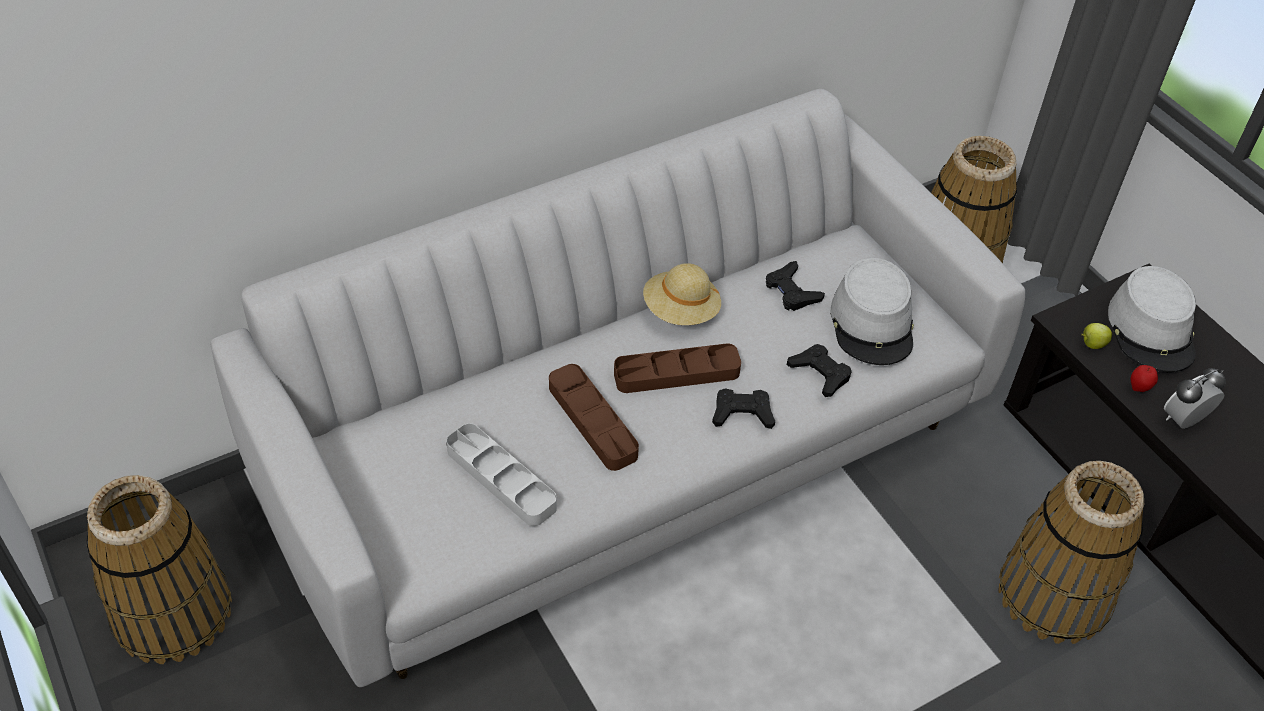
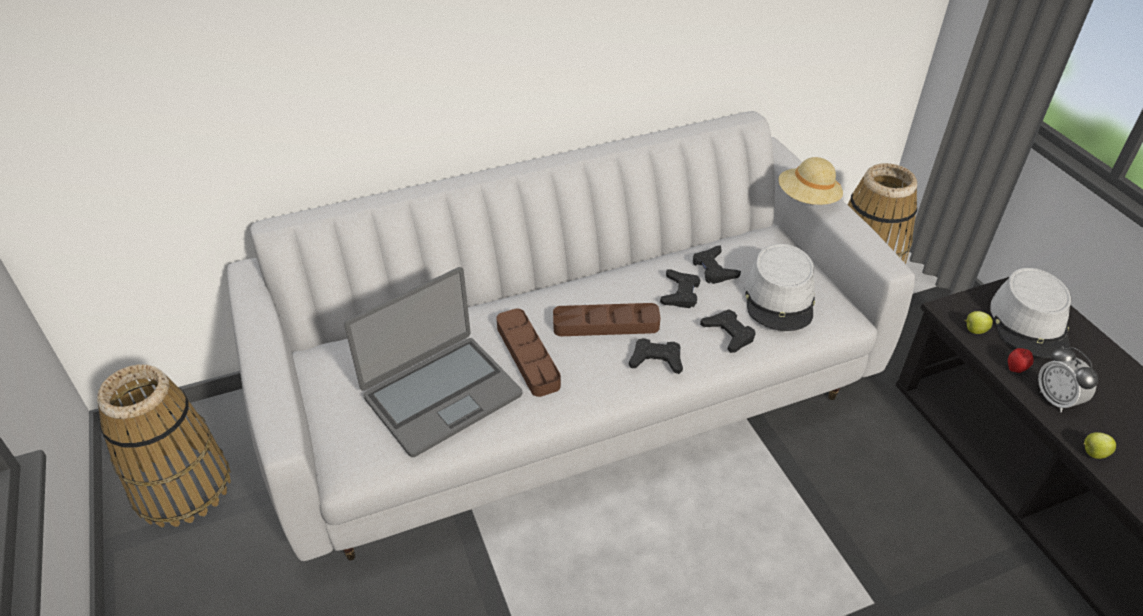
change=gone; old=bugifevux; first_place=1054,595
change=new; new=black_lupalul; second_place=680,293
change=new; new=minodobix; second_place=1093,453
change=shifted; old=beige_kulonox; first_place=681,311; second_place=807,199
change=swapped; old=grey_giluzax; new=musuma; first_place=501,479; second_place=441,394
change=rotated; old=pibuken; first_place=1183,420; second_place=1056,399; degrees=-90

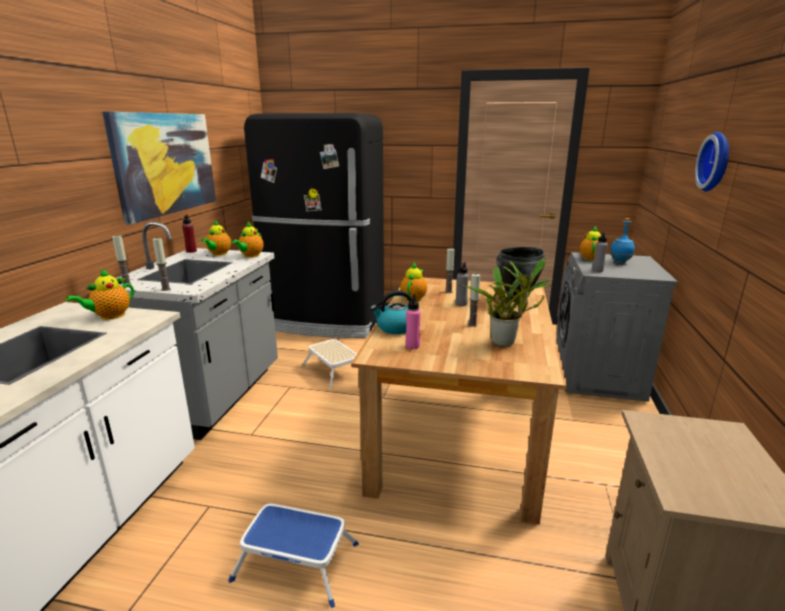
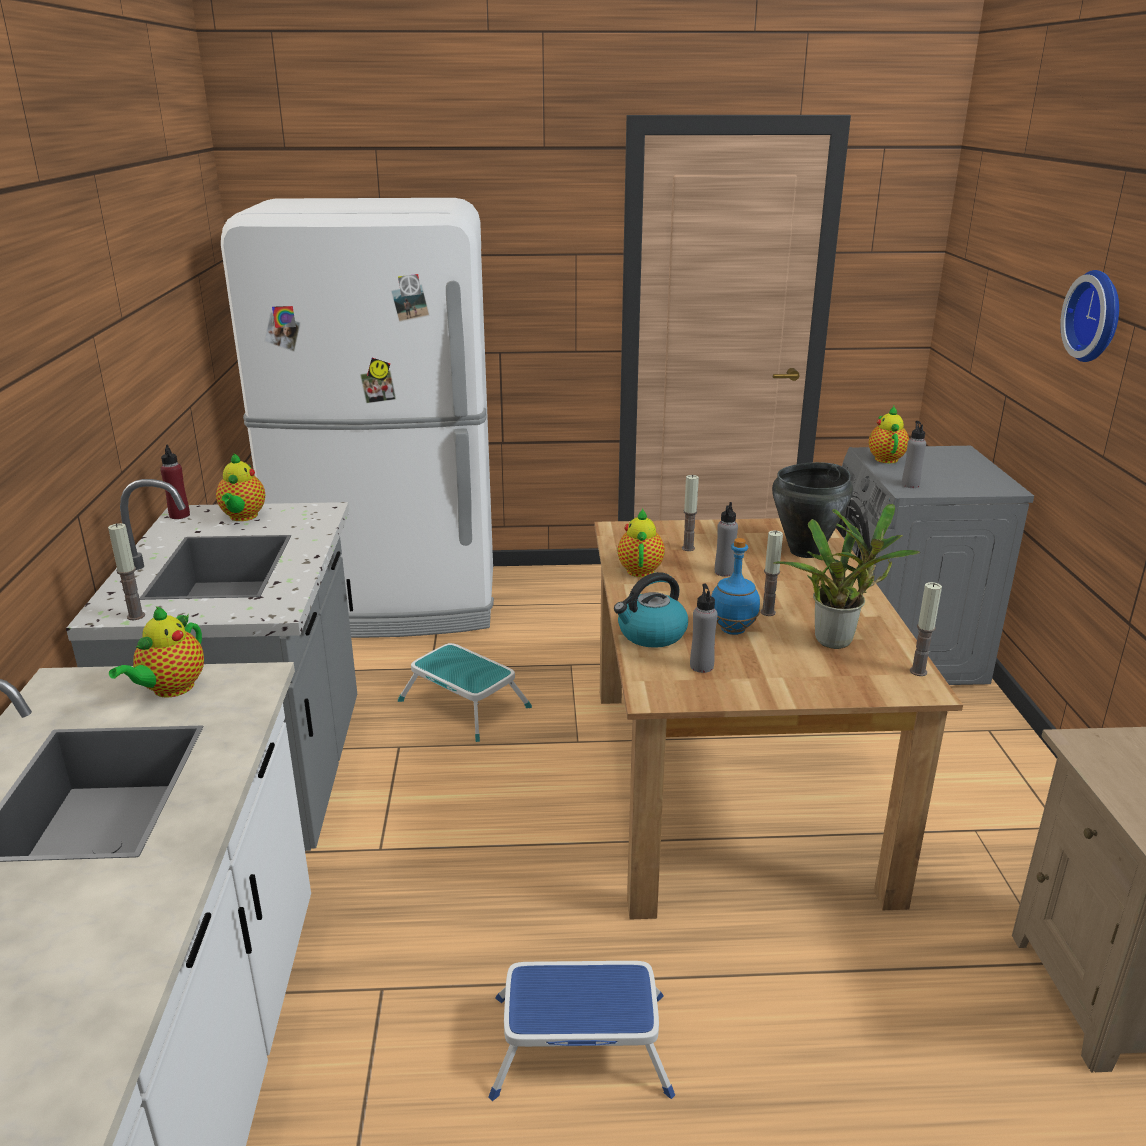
change=gone; old=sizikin; first_place=166,163
change=gone; old=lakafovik; first_place=250,256
change=shifted; old=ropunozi; first_place=166,289; second_place=918,671
change=shifted; old=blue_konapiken; first_place=619,262; second_place=732,630
change=repainted; old=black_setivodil; new=white_setivodil; first_place=325,321; second_place=391,601
change=repainted; old=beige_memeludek; new=turquoise_memeludek; first_place=334,371; second_place=463,704
change=repainted; old=pink_konapiken; new=grey_konapiken; first_place=412,346; second_place=701,666

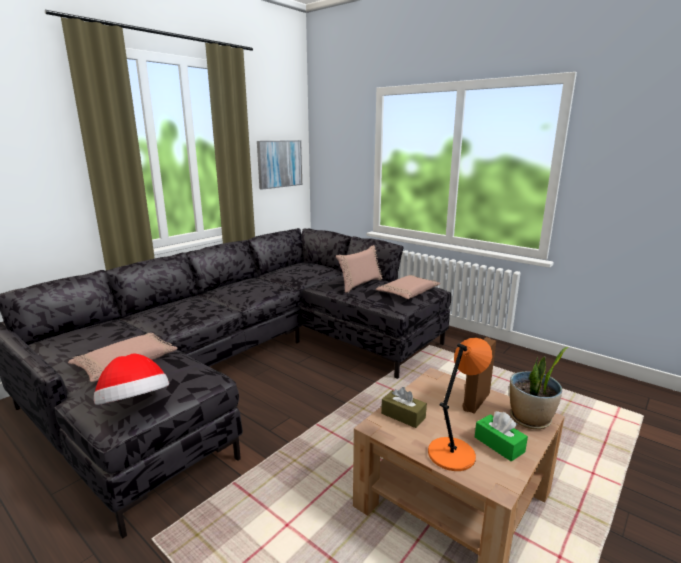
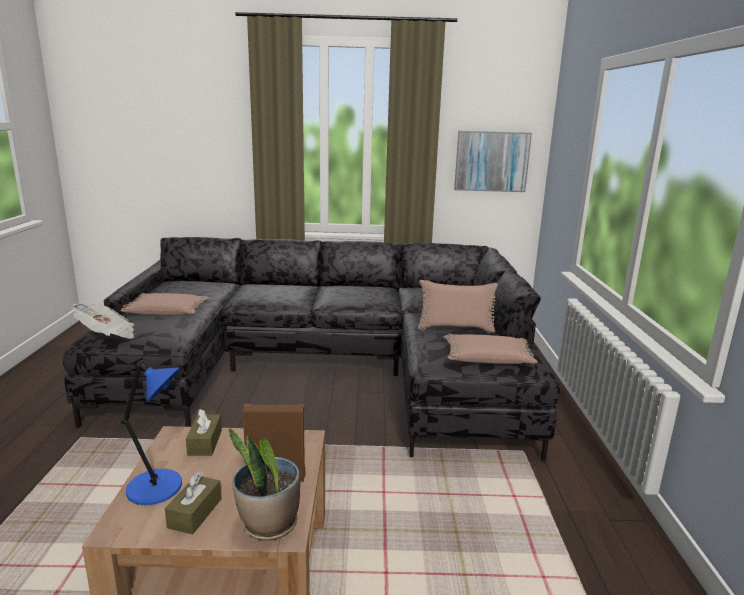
change=swapped; old=kulonox; new=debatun; first_place=135,405; second_place=107,335
change=repainted; old=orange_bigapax; new=blue_bigapax; first_place=453,453; second_place=158,488
change=repainted; old=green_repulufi; new=brown_repulufi; first_place=499,444; second_place=195,513

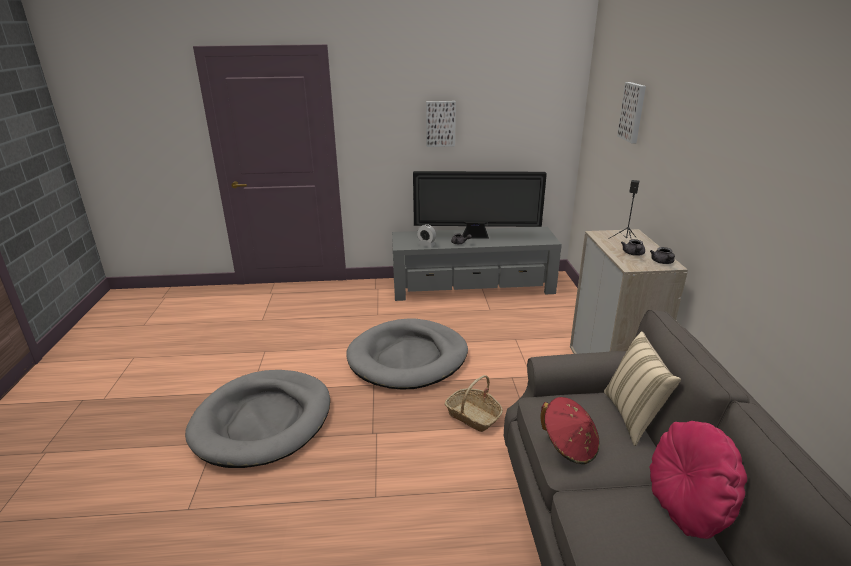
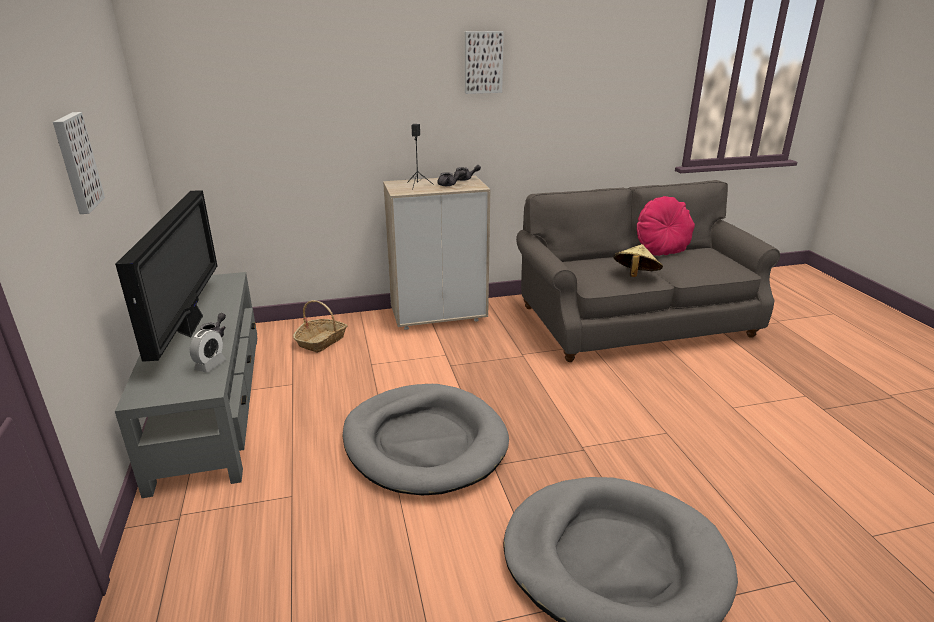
change=gone; old=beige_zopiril; first_place=633,416
change=shifted; old=bugifevux; first_place=473,416; second_place=322,341
change=shifted; old=sizikin; first_place=633,112; second_place=483,62
change=repainted; old=red_kulonox; new=beige_kulonox; first_place=569,445; second_place=635,276

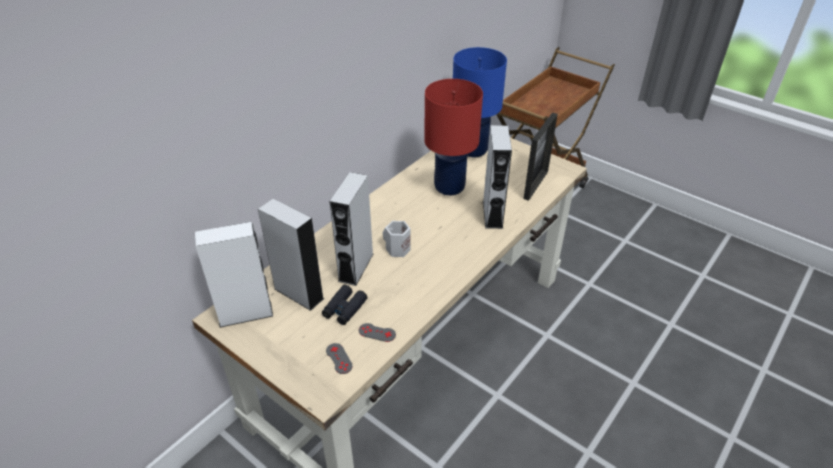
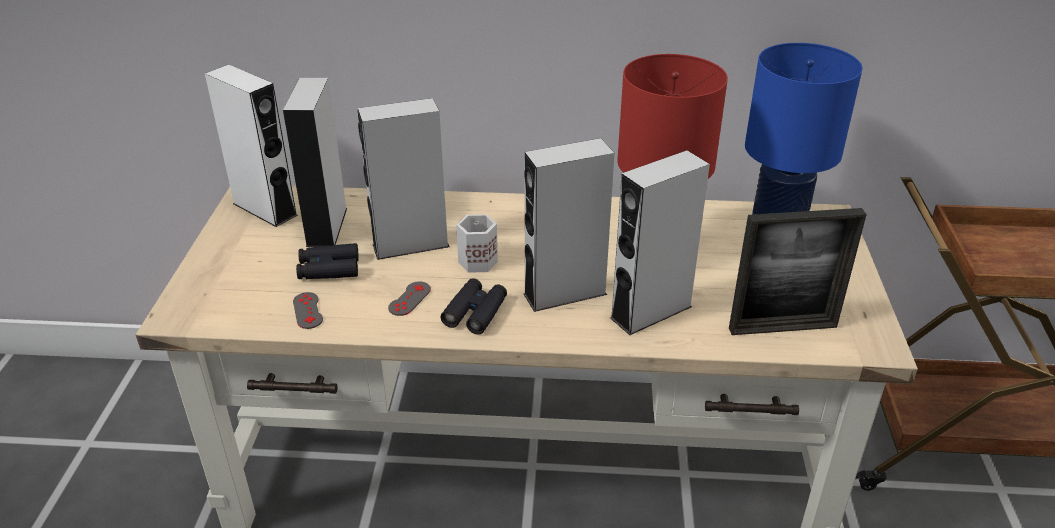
change=new; new=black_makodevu; second_place=475,312
change=new; new=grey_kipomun; second_place=565,294
change=shifted; old=grey_lupalul; first_place=339,358; second_place=409,299

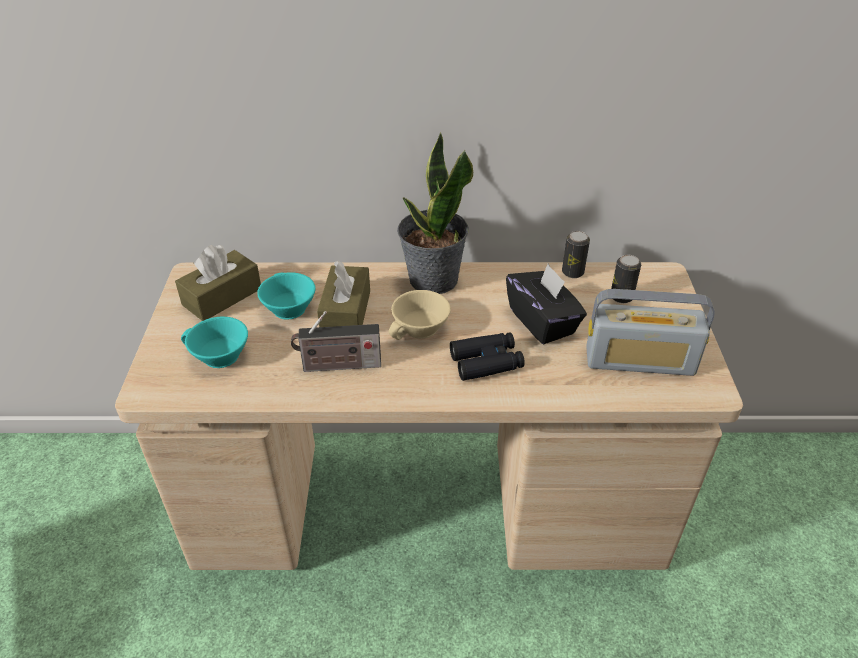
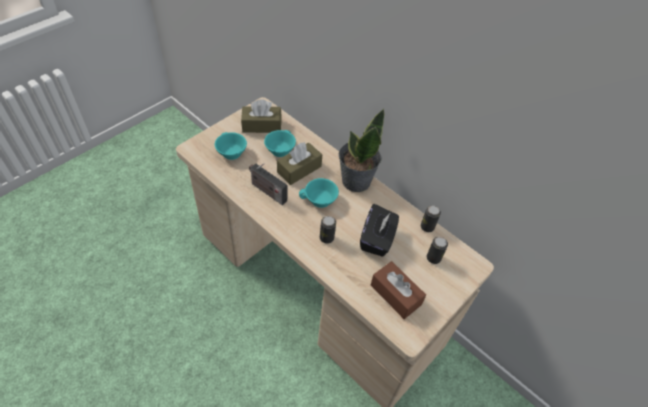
change=swapped; old=black_makodevu; new=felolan; first_place=486,362; second_place=326,238
change=swapped; old=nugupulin; new=brown_repulufi; first_place=639,361; second_place=395,294
change=repainted; old=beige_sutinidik; new=turquoise_sutinidik; first_place=421,329; second_place=319,201

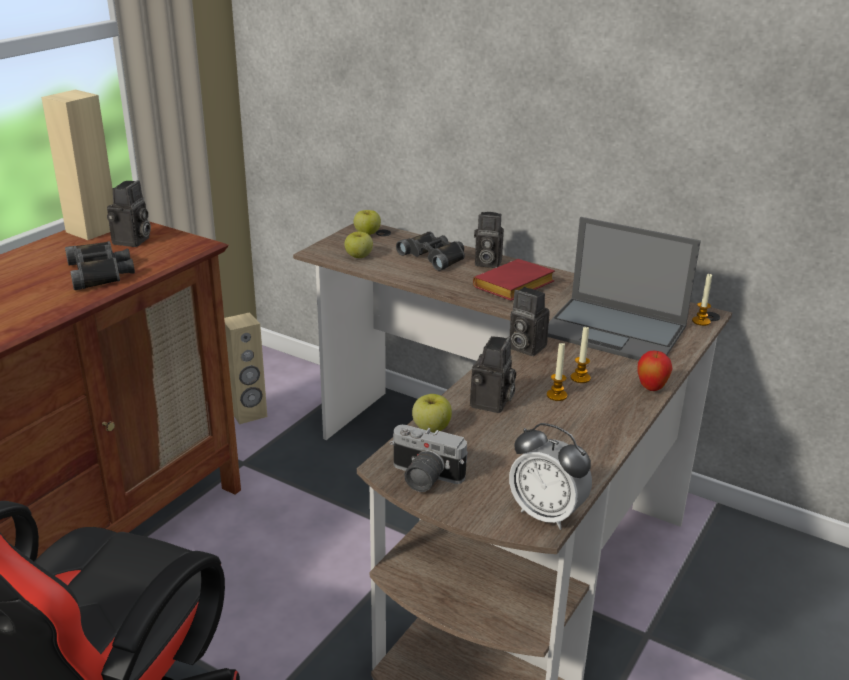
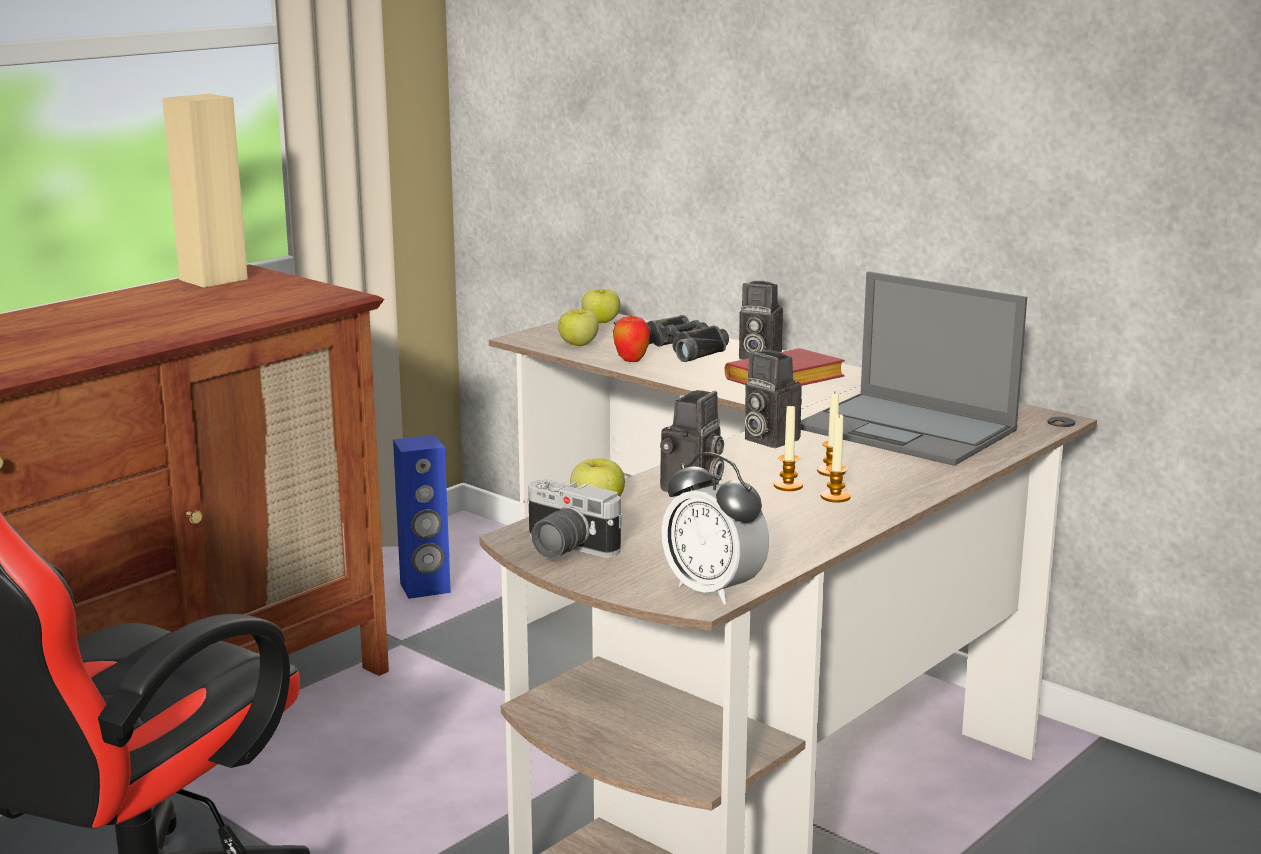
change=gone; old=black_makodevu; first_place=100,272
change=gone; old=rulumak; first_place=132,241
change=shifted; old=minodobix; first_place=651,388; second_place=631,361
change=shifted; old=ropunozi; first_place=701,321; second_place=835,497
change=repainted; old=beige_kipomun; new=blue_kipomun; first_place=249,414; second_place=425,588

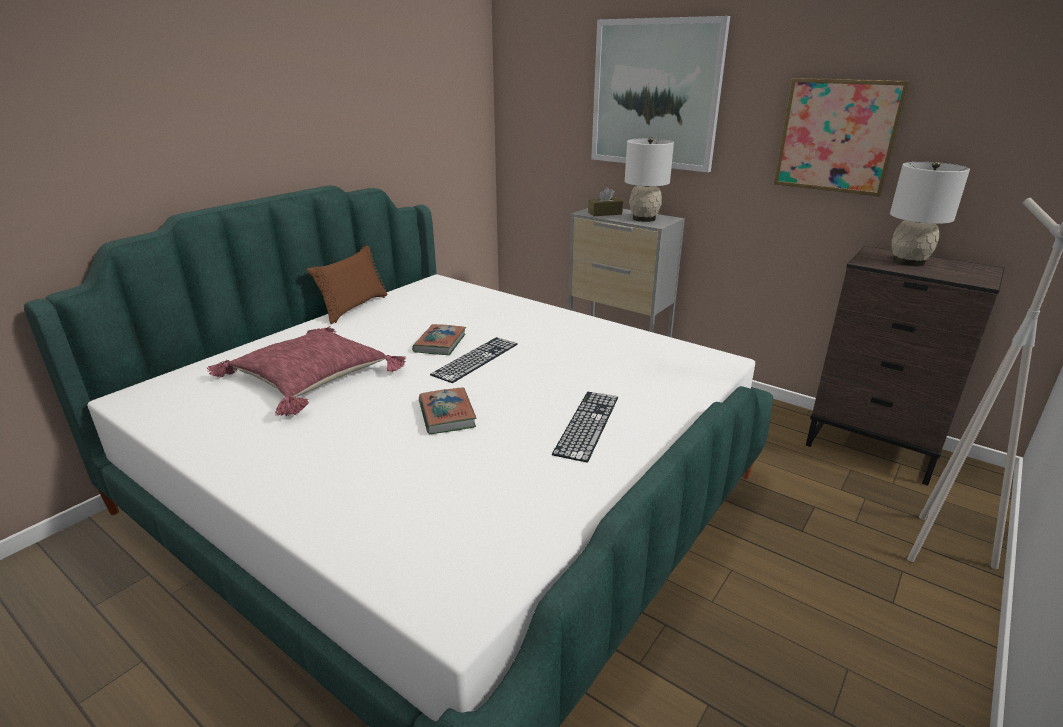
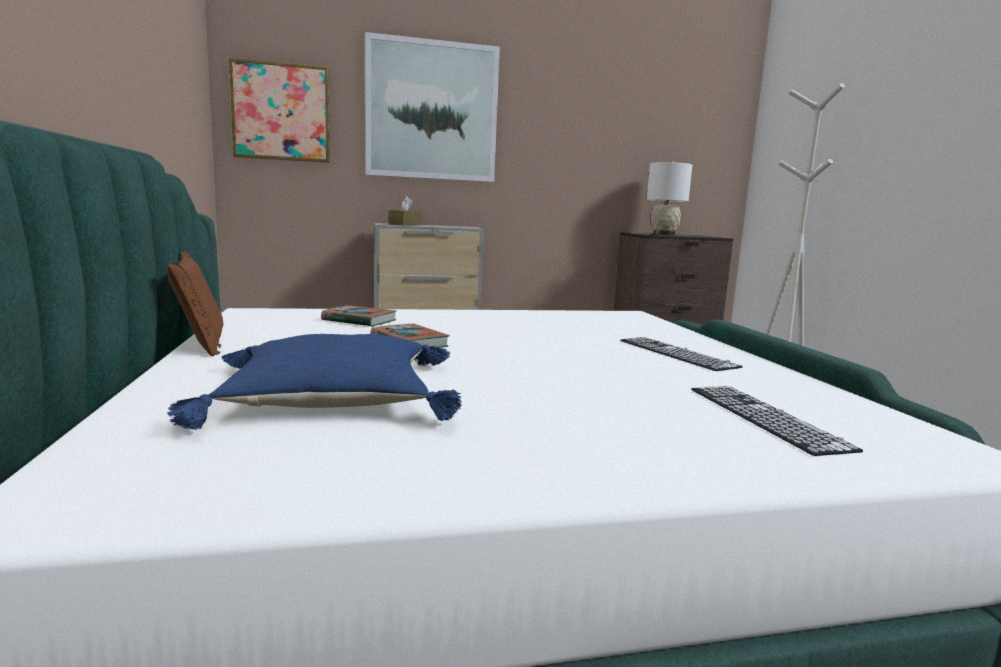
change=gone; old=white_bigapax; first_place=643,219
change=shifted; old=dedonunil; first_place=447,415; second_place=359,321
change=shifted; old=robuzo; first_place=475,359; second_place=764,417
change=shifted; old=sizikin; first_place=837,136; second_place=281,112
change=repainted; old=red_zopiril; new=blue_zopiril; first_place=310,374; second_place=335,393

